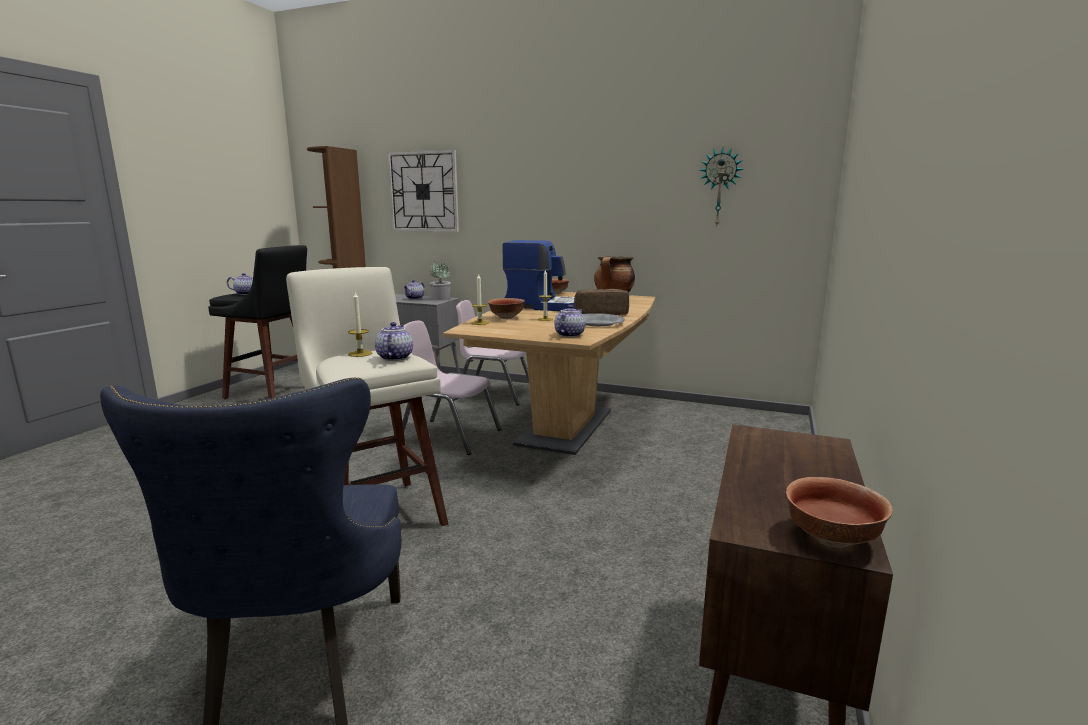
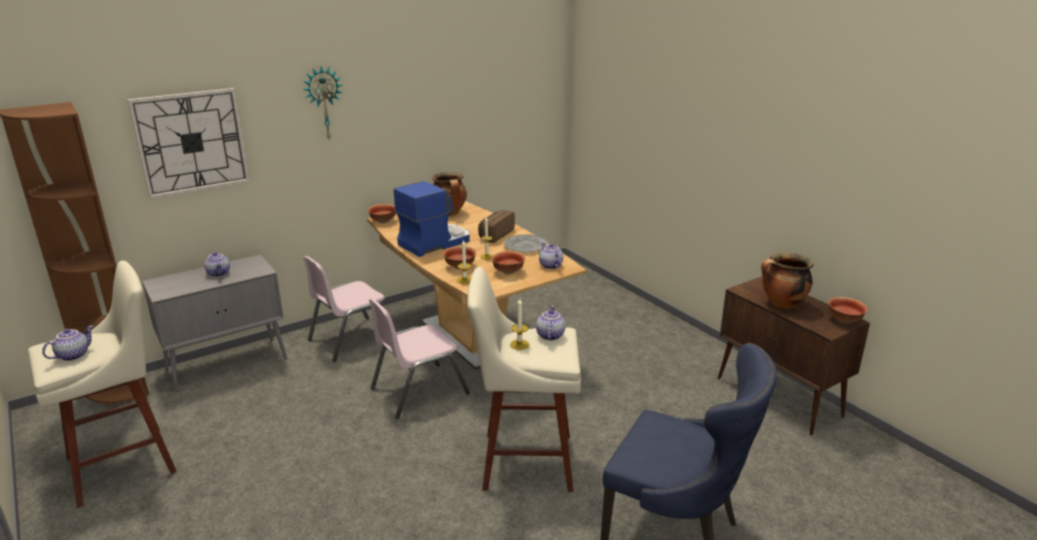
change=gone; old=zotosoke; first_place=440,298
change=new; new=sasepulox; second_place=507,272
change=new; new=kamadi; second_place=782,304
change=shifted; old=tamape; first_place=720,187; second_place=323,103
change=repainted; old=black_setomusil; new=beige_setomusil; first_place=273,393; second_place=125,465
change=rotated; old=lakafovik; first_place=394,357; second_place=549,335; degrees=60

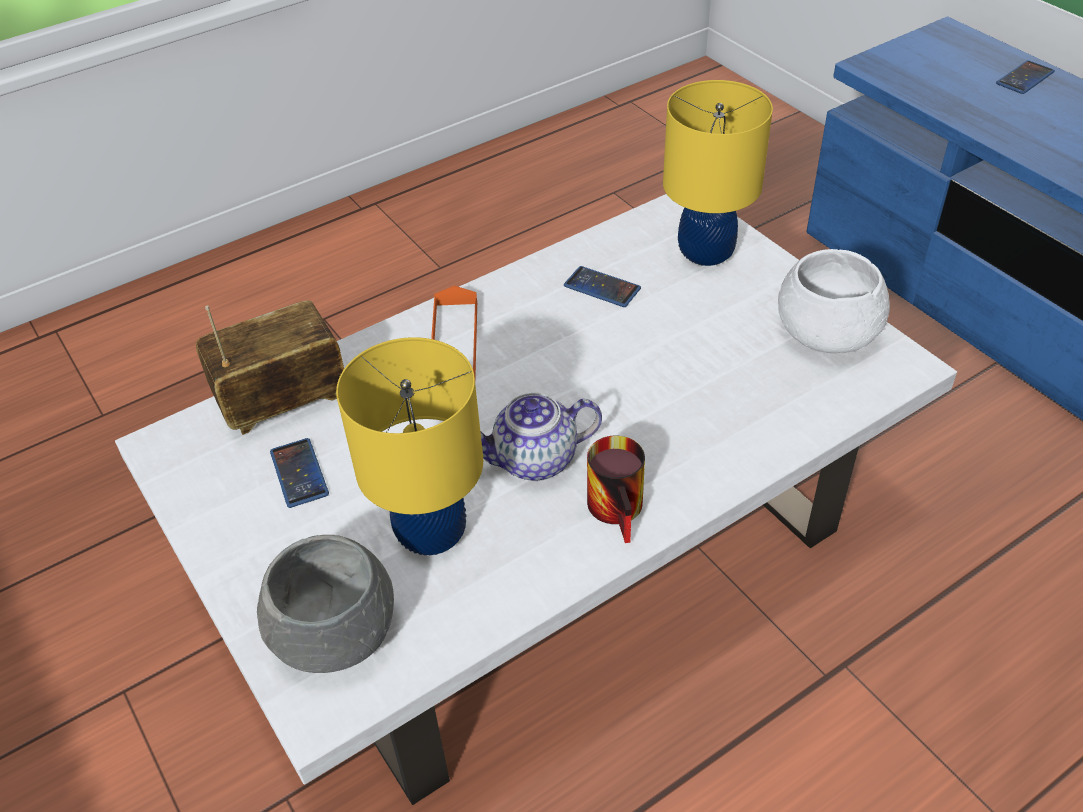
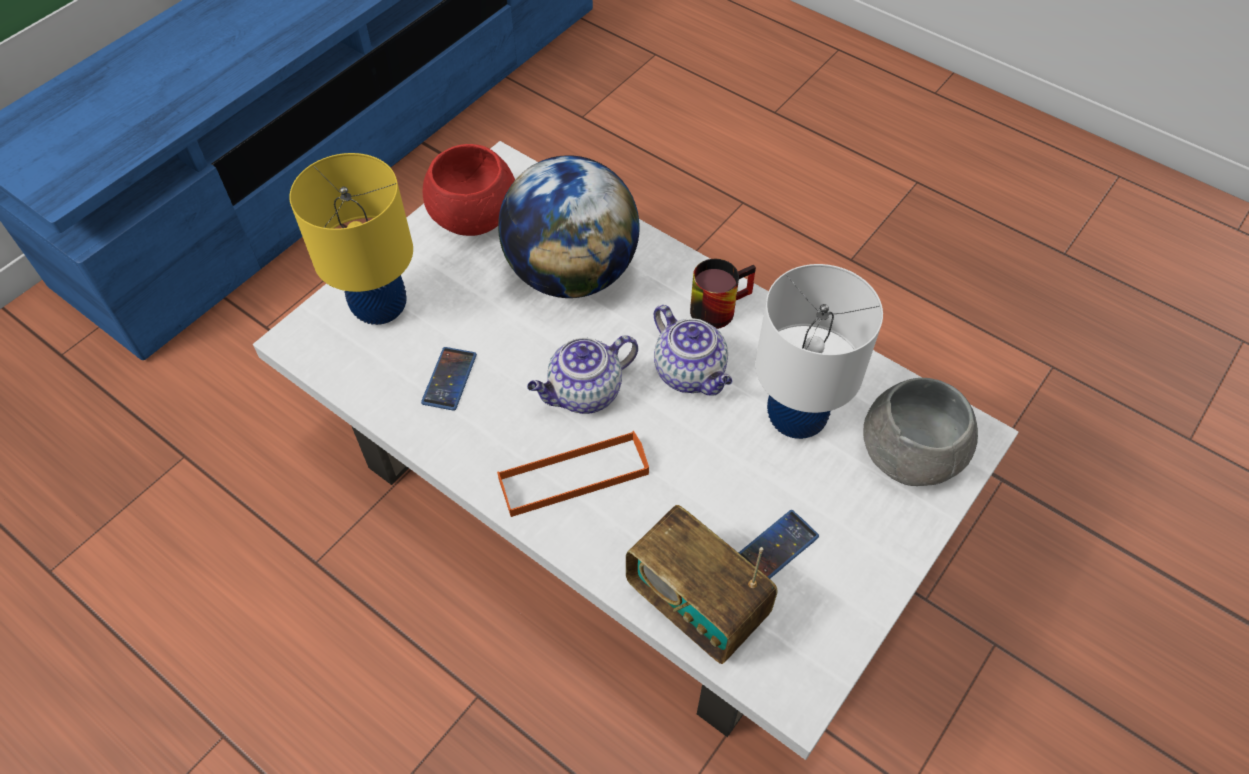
change=gone; old=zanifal; first_place=1024,78
change=new; new=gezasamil; second_place=571,273
change=new; new=lakafovik; second_place=584,393
change=repainted; old=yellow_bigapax; new=white_bigapax; first_place=434,536; second_place=796,417
change=repainted; old=white_sasepulox; new=red_sasepulox; first_place=827,332; second_place=474,214

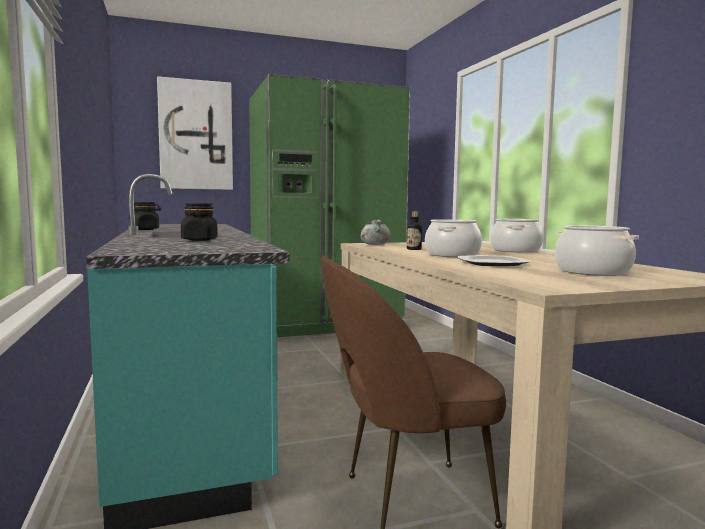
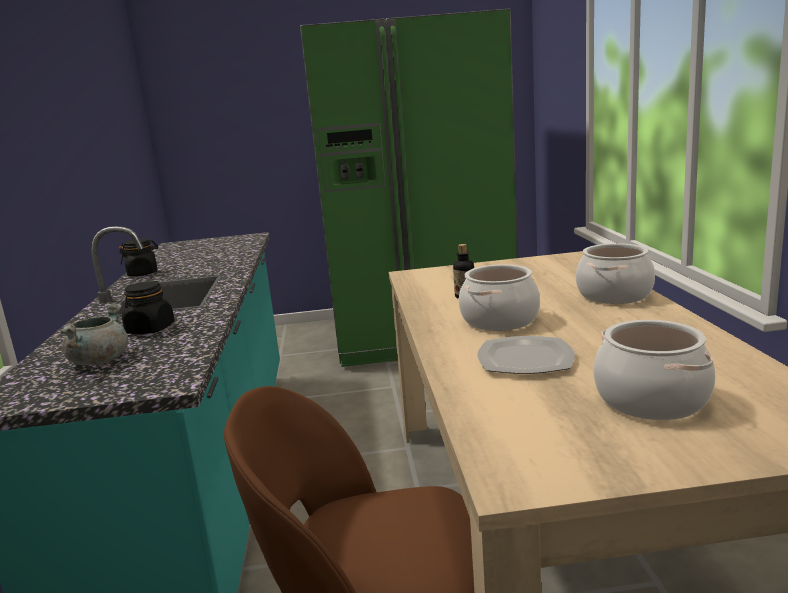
change=gone; old=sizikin; first_place=196,135
change=shifted; old=grey_kamadi; first_place=374,244; second_place=99,361

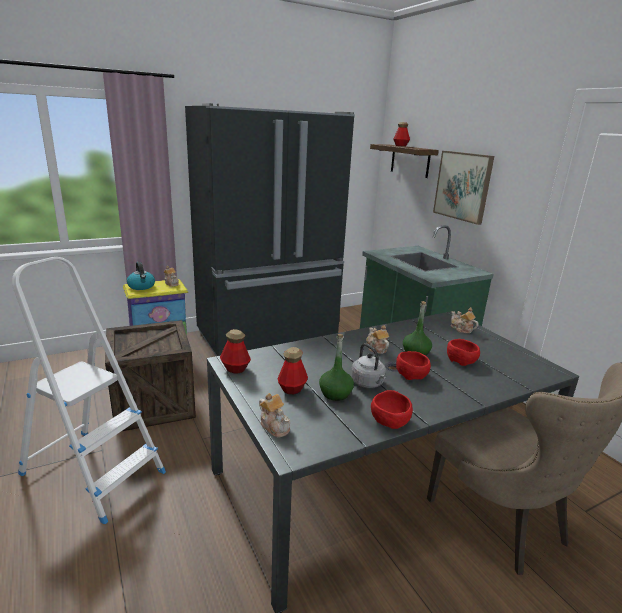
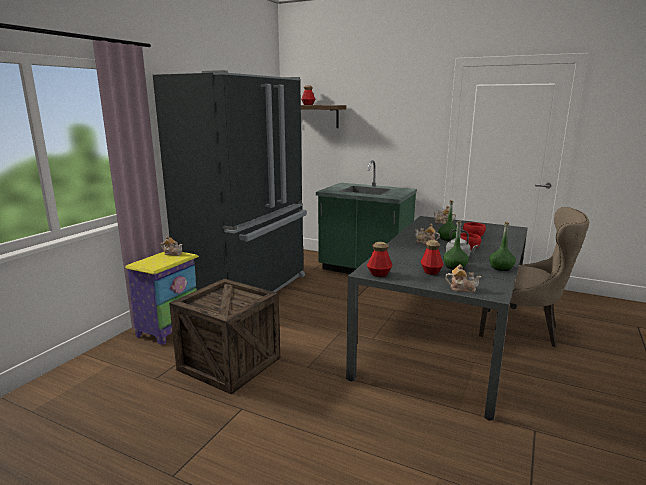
change=gone; old=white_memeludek; first_place=94,473
change=gone; old=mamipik; first_place=141,286
change=gone; old=sizikin; first_place=463,186
change=swapped; old=red_sasepulox; new=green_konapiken; first_place=390,420; second_place=501,268

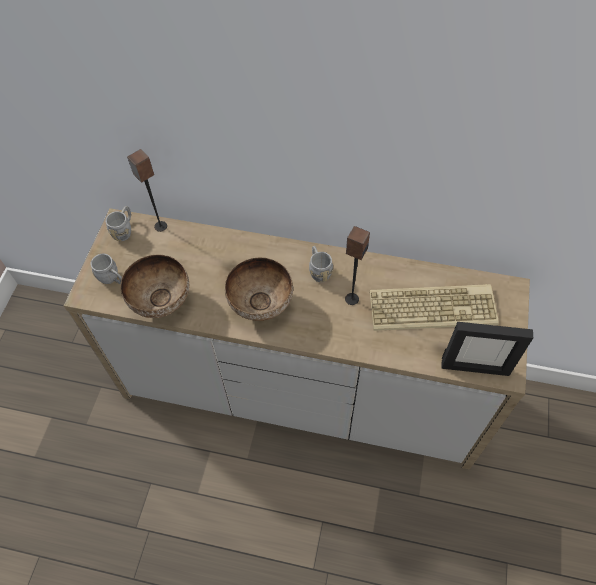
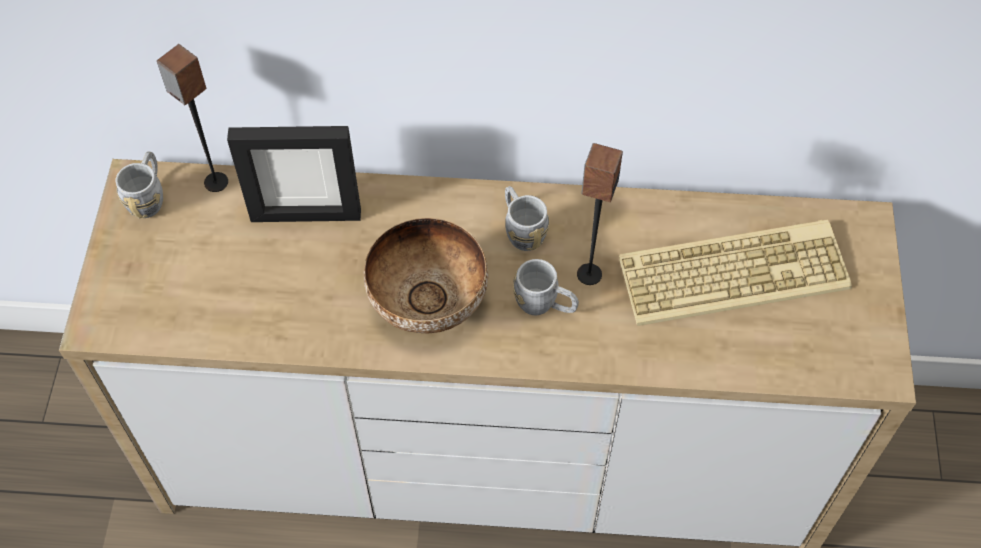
change=gone; old=sasepulox; first_place=161,302
change=shifted; old=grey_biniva; first_place=112,279; second_place=544,305
change=shifted; old=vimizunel; first_place=475,366; second_place=306,213

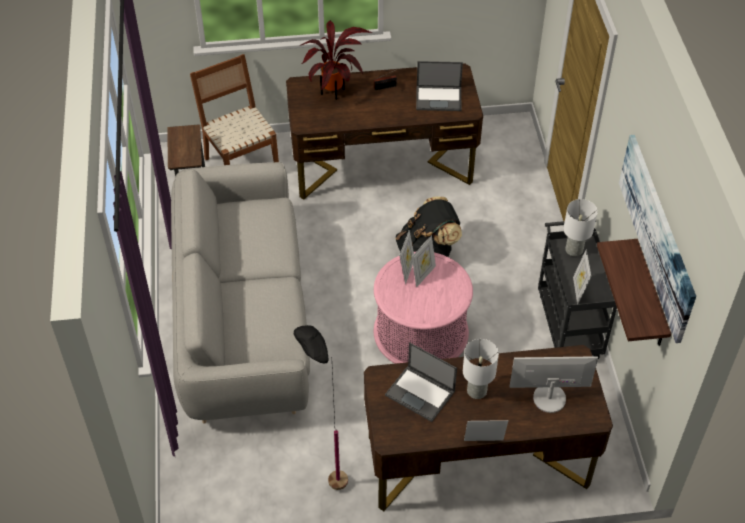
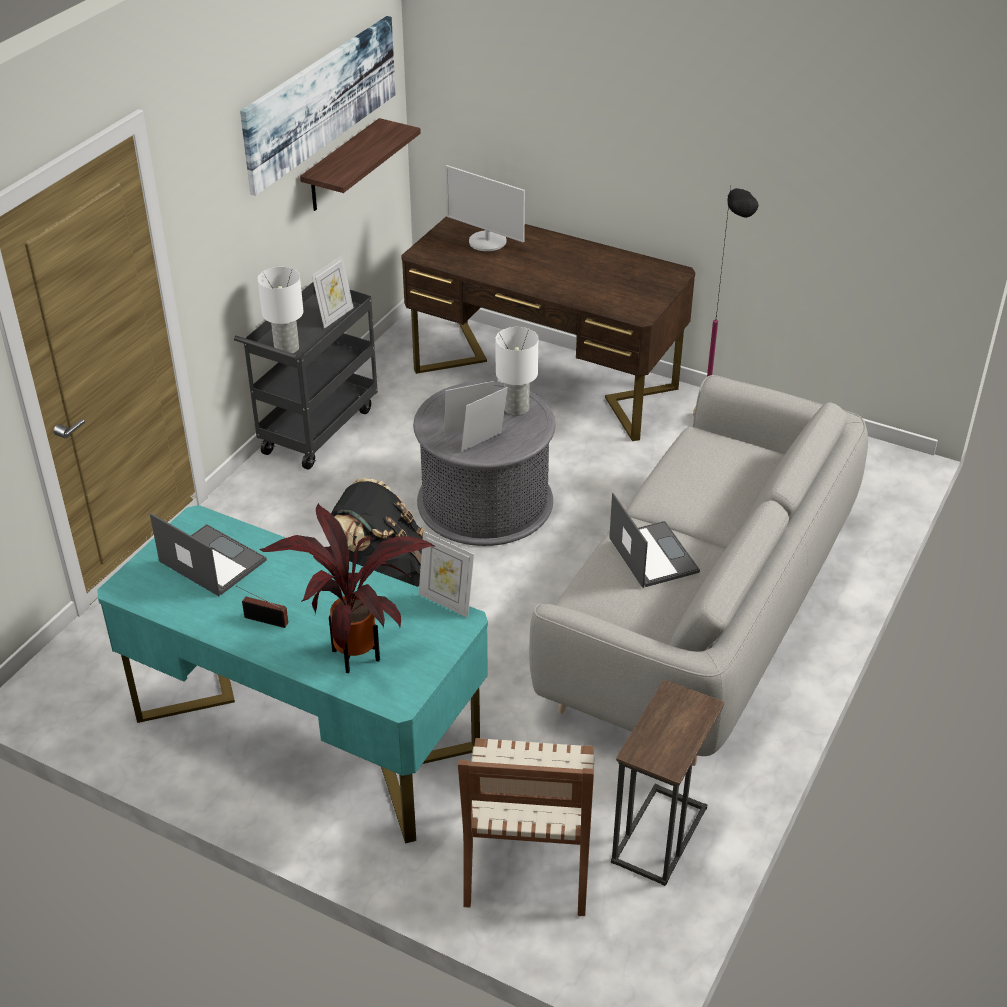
change=shifted; old=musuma; first_place=421,393; second_place=652,554
change=shifted; old=white_bigapax; first_place=476,390; second_place=516,409
change=shifted; old=vimizunel; first_place=483,444; second_place=446,602
change=repainted; old=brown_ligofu; new=turquoise_ligofu; first_place=382,166; second_place=306,732
change=repainted; old=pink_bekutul; new=grey_bekutul; first_place=420,332; second_place=485,502

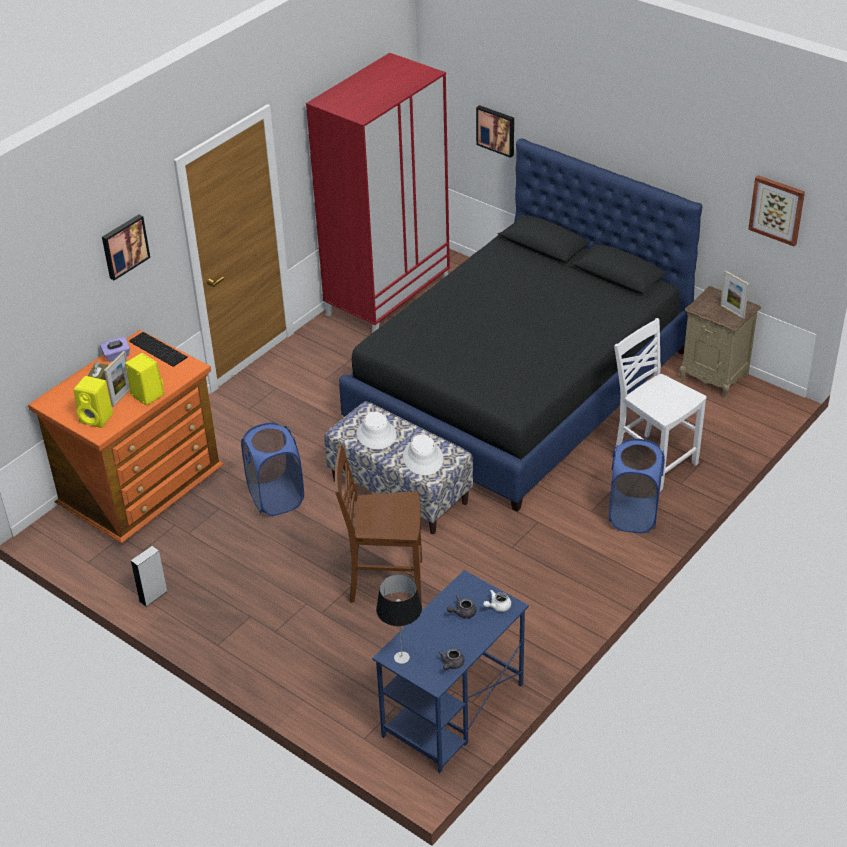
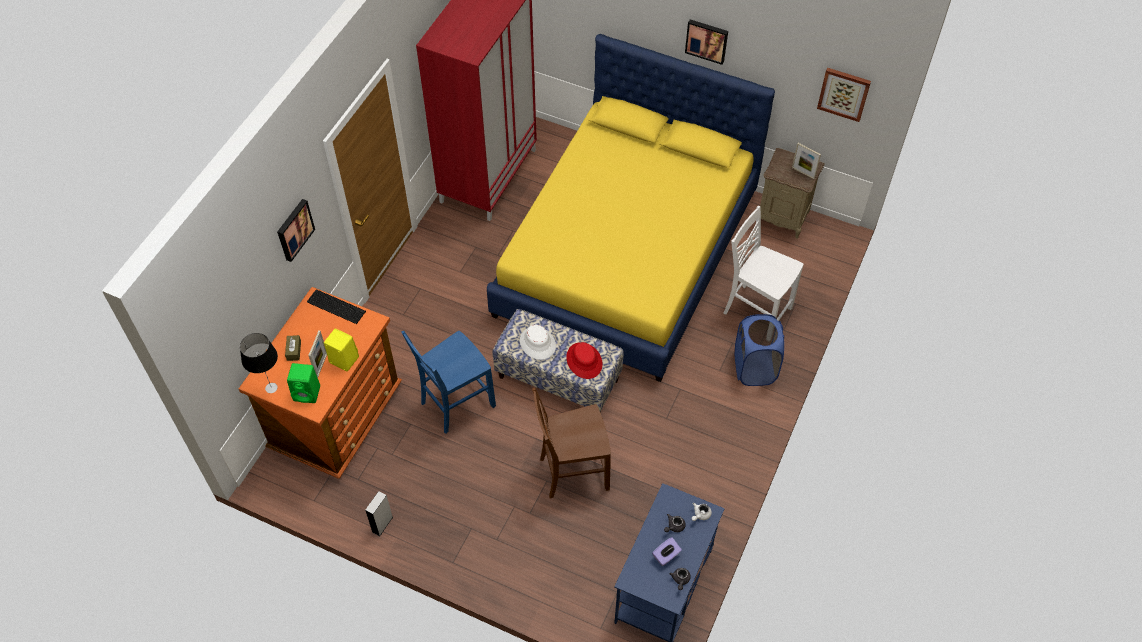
change=shifted; old=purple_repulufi; first_place=117,356; second_place=666,556
change=shifted; old=bigapax; first_place=401,657; second_place=270,388
change=shifted; old=sizikin; first_place=496,130; second_place=707,40
change=swapped; old=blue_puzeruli; new=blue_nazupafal; first_place=276,498; second_place=455,404
change=repainted; old=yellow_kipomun; new=green_kipomun; first_place=97,418; second_place=308,393
change=repainted; old=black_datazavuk; new=yellow_datazavuk; first_place=519,386; second_place=627,253
change=repainted; old=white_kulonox; new=red_kulonox; first_place=423,458; second_place=584,361

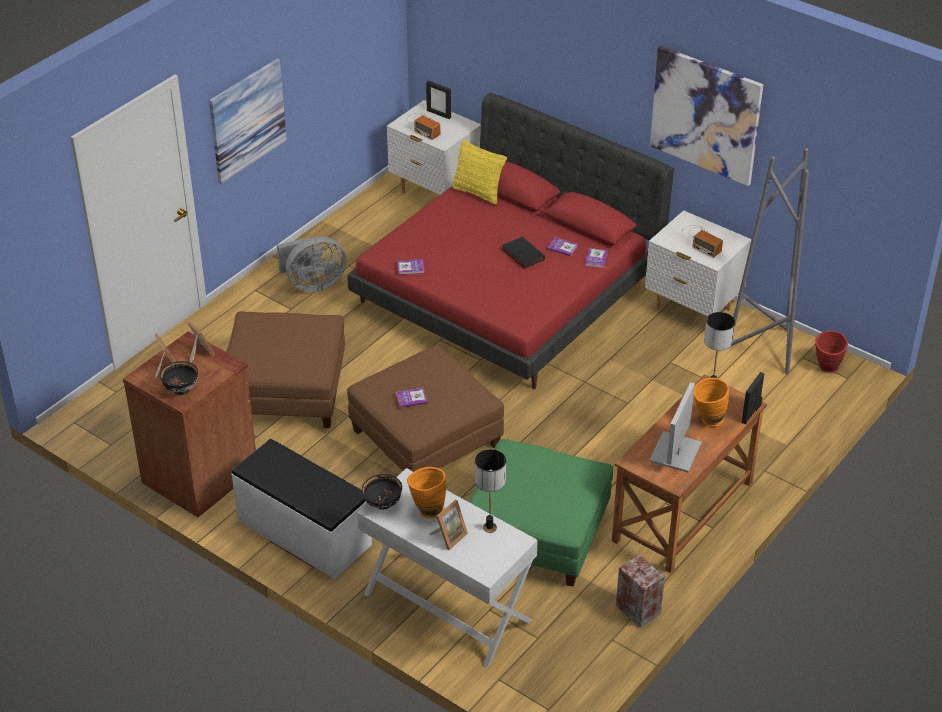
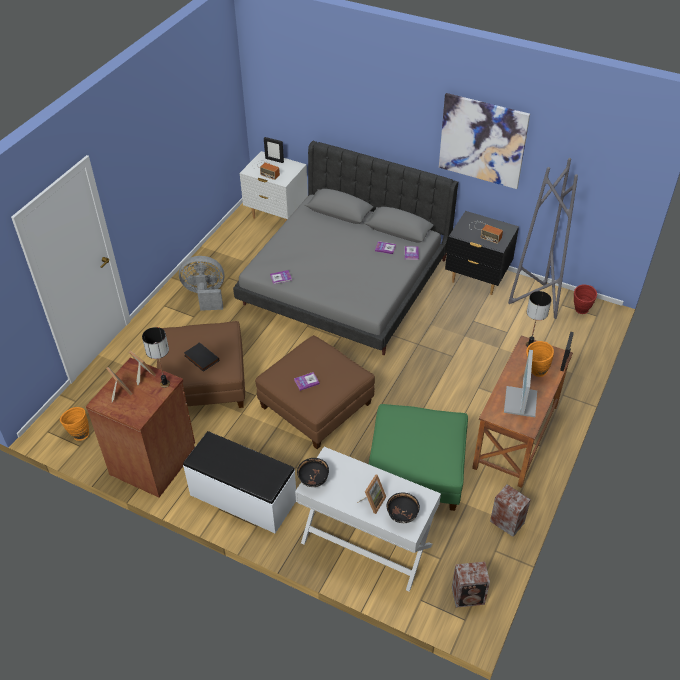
change=gone; old=sizikin; first_place=247,120
change=gone; old=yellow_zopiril; first_place=479,193
change=new; new=kipomun; second_place=469,596
change=shifted; old=black_sasepulox; first_place=181,390; second_place=402,516
change=shifted; old=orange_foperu; first_place=427,509; second_place=79,434
change=shifted; old=bigapax; first_place=490,527; second_place=165,383
change=shifted; old=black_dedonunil; first_place=522,255; second_place=201,358
change=repainted; old=red_datazavuk; new=grey_datazavuk; first_place=508,291; second_place=346,282
change=repainted; old=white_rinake; new=black_rinake; first_place=692,310; second_place=477,279
change=rotated; old=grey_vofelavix; first_place=313,284; second_place=205,295; degrees=-150

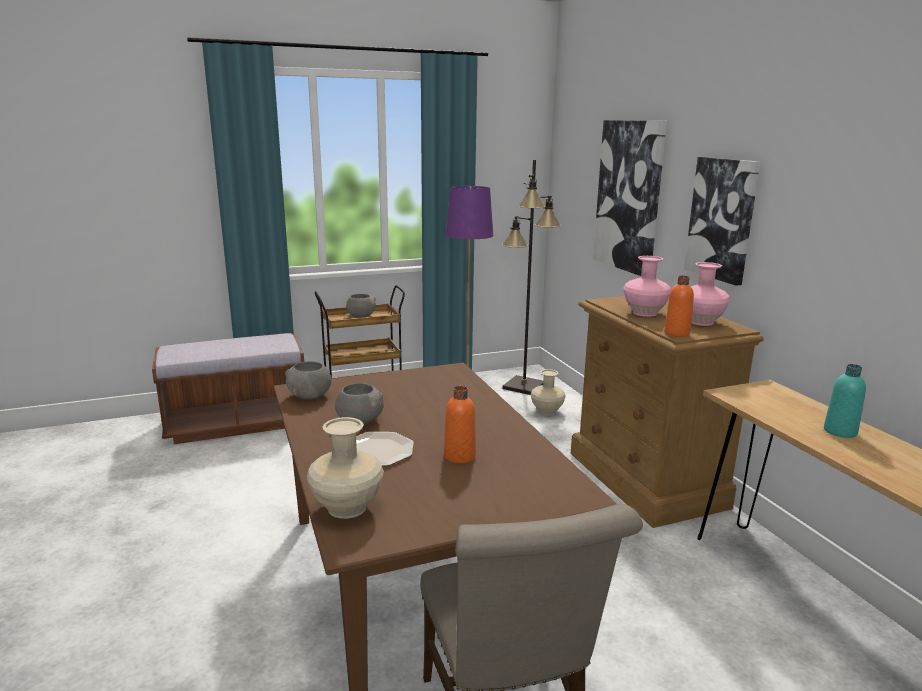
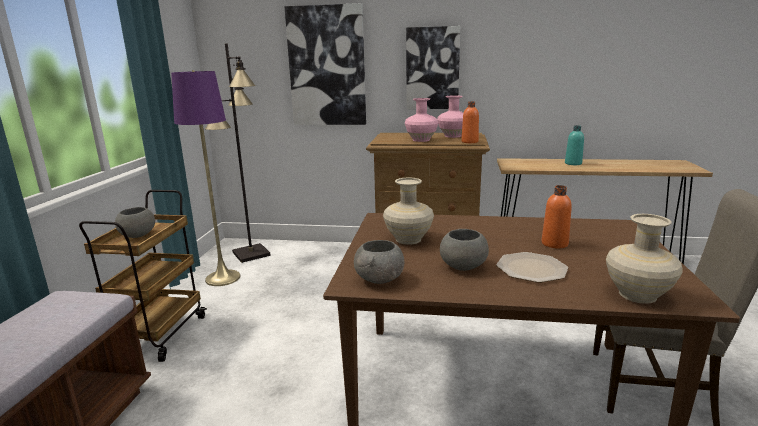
change=shifted; old=beige_foperu; first_place=546,411; second_place=408,239

